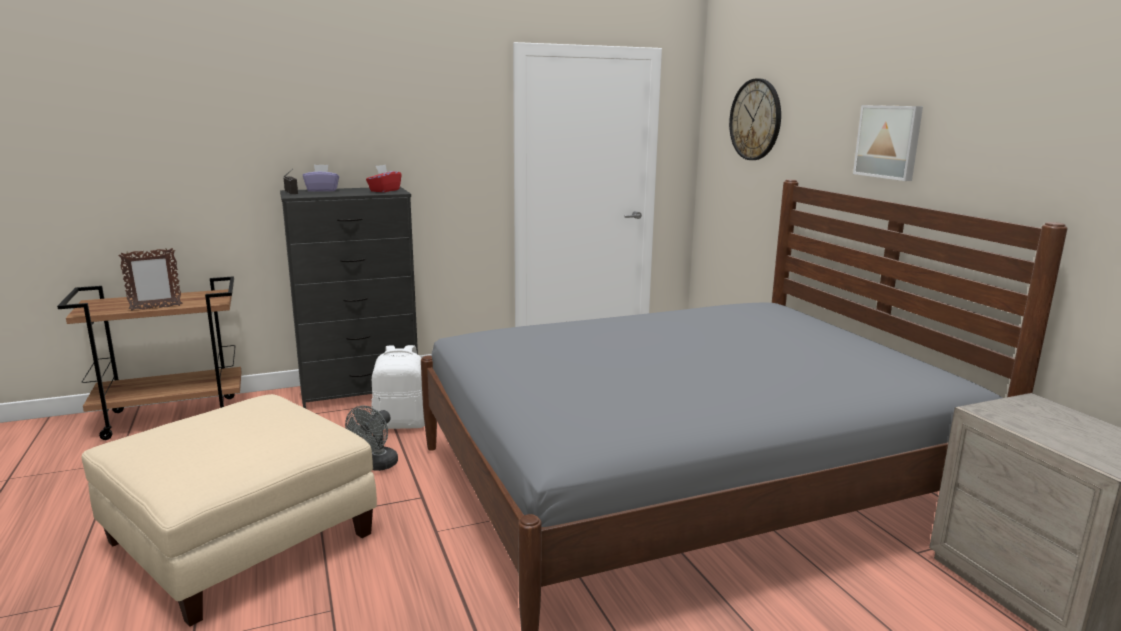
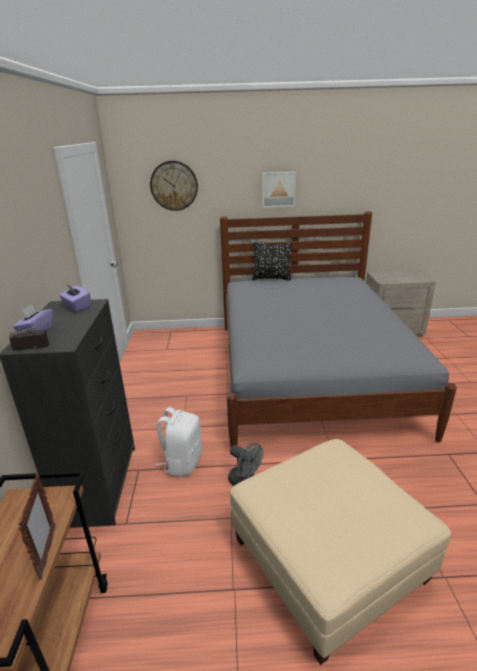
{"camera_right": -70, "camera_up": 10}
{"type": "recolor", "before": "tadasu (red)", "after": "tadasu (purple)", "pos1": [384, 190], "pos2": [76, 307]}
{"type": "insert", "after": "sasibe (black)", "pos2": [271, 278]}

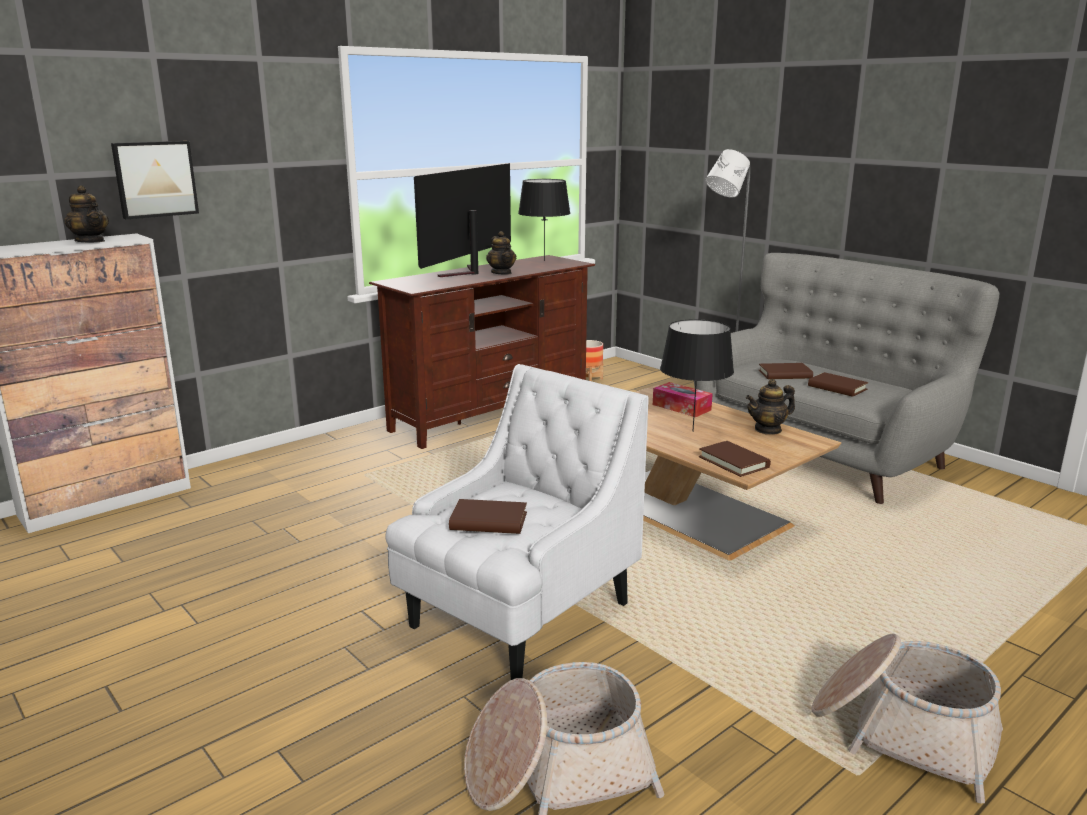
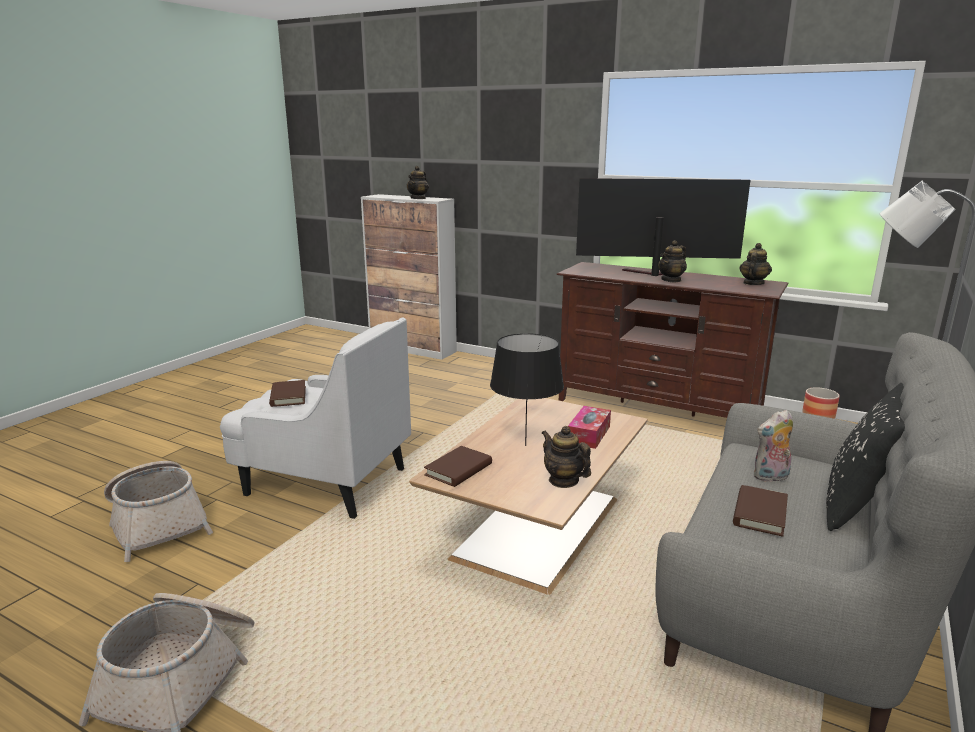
{"camera_right": 70, "camera_up": 0}
{"type": "delete", "before": "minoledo", "pos1": [155, 179]}
{"type": "replace", "before": "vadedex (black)", "after": "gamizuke", "pos1": [544, 260], "pos2": [753, 283]}
{"type": "replace", "before": "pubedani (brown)", "after": "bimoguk", "pos1": [785, 374], "pos2": [771, 477]}
{"type": "insert", "after": "sasibe (black)", "pos2": [857, 505]}

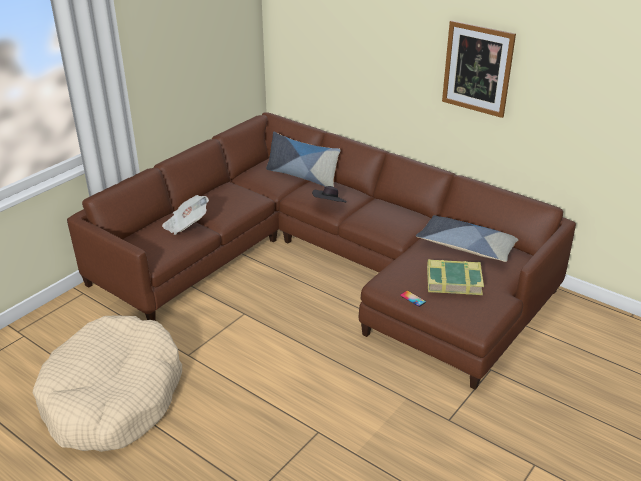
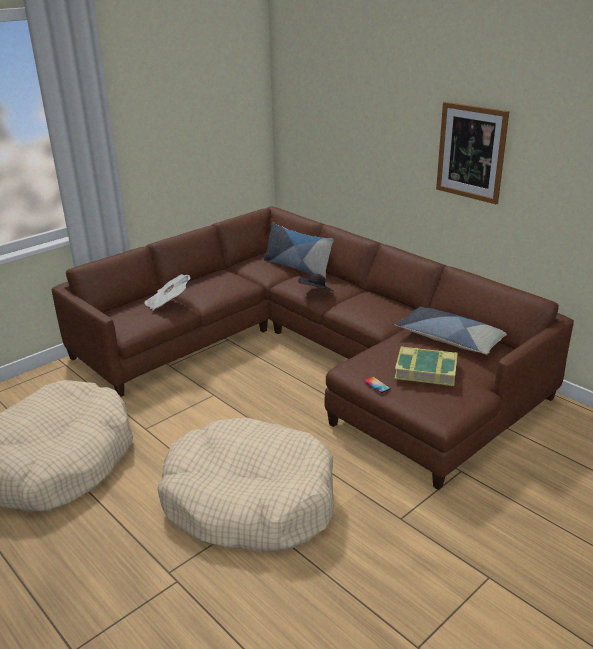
{"camera_right": 10, "camera_up": -5}
{"type": "insert", "after": "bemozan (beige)", "pos2": [249, 500]}

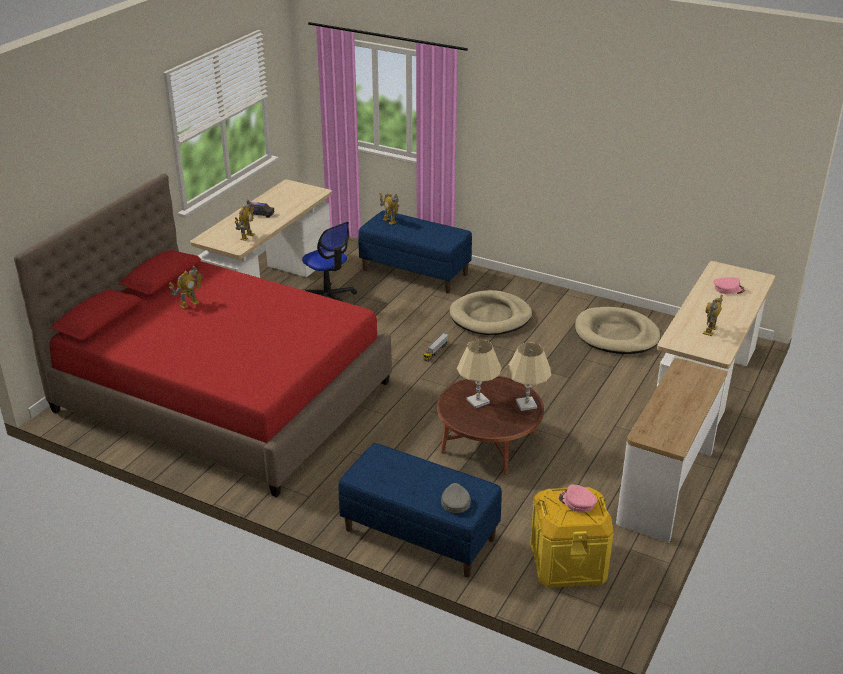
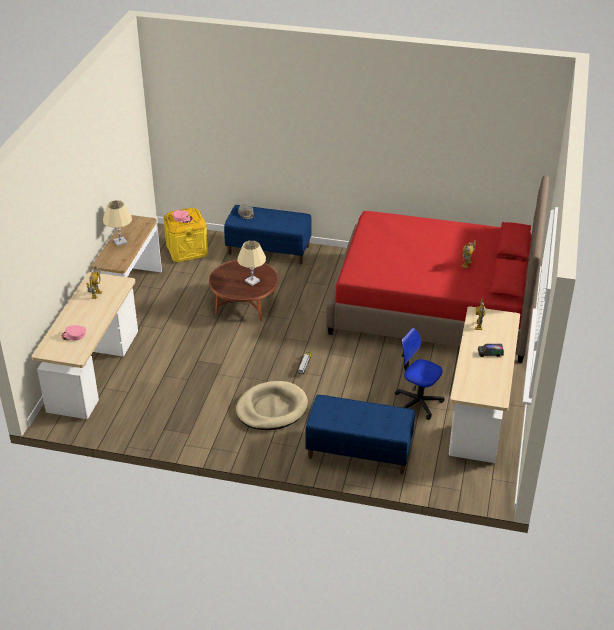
{"camera_right": 165, "camera_up": 5}
{"type": "delete", "before": "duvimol", "pos1": [389, 221]}
{"type": "move", "before": "vadedex (beige)", "pos1": [526, 404], "pos2": [120, 242]}
{"type": "delete", "before": "bemozan (beige)", "pos1": [616, 335]}

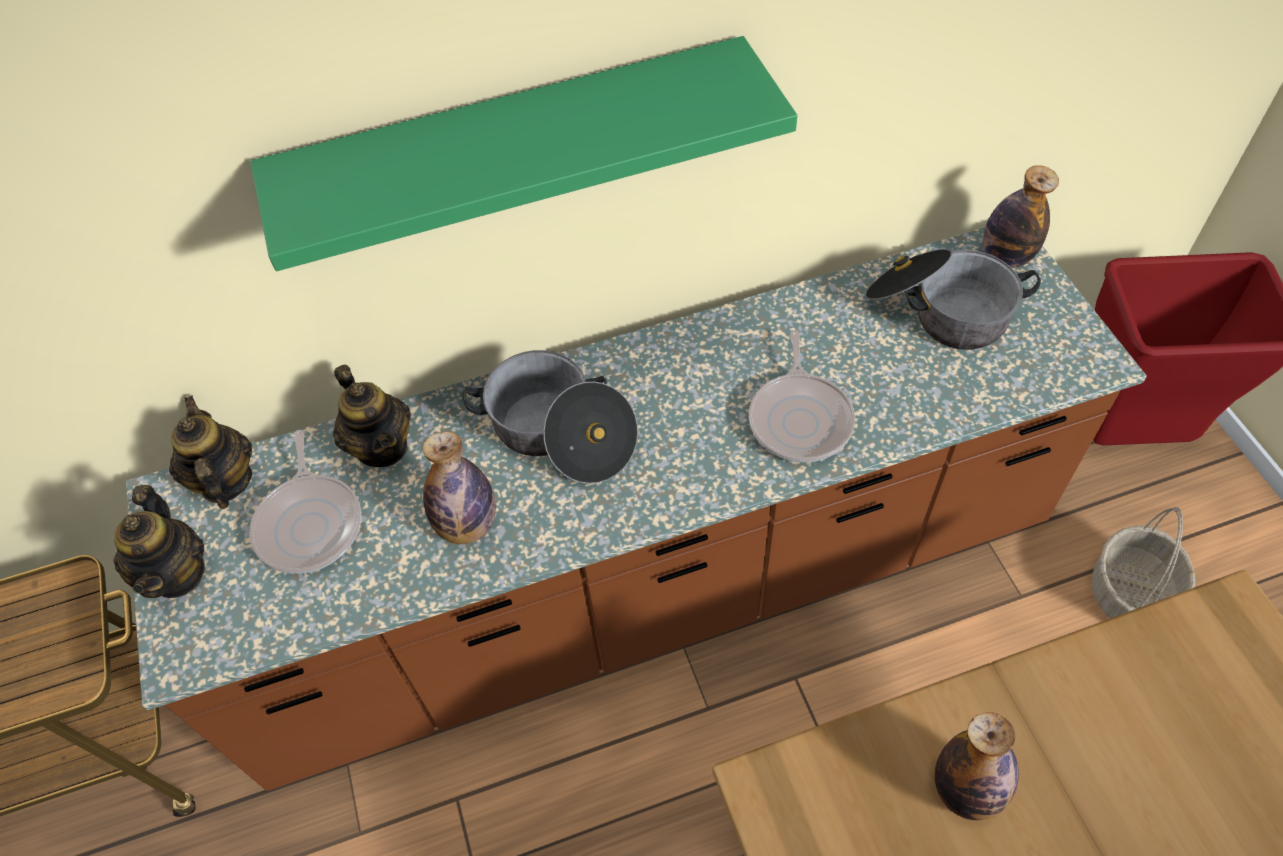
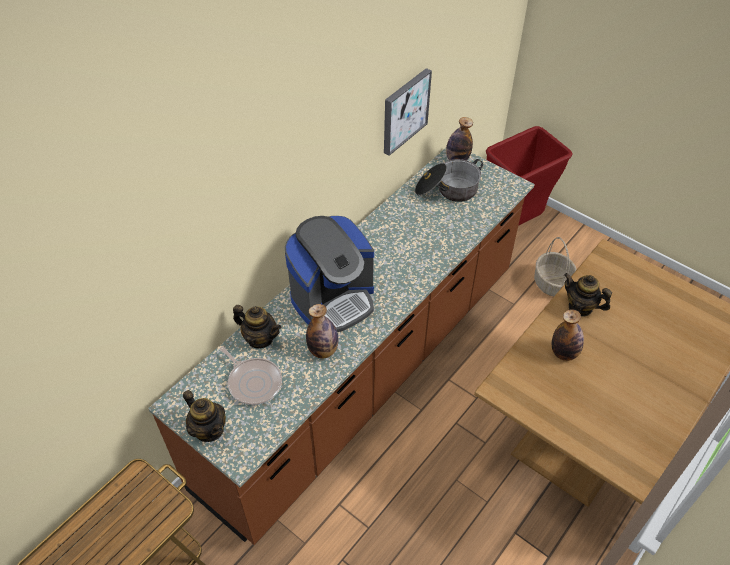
{"camera_right": -35, "camera_up": -5}
{"type": "move", "before": "gamizuke", "pos1": [225, 481], "pos2": [580, 307]}
{"type": "delete", "before": "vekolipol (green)", "pos1": [514, 143]}
{"type": "replace", "before": "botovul", "after": "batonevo", "pos1": [559, 433], "pos2": [333, 299]}
{"type": "delete", "before": "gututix", "pos1": [800, 418]}
{"type": "insert", "after": "minoledo", "pos2": [404, 111]}

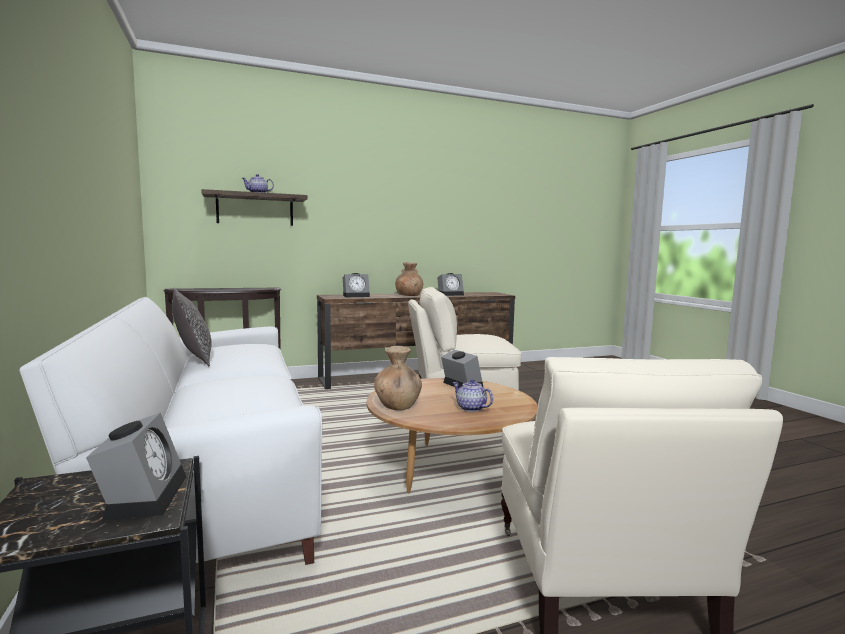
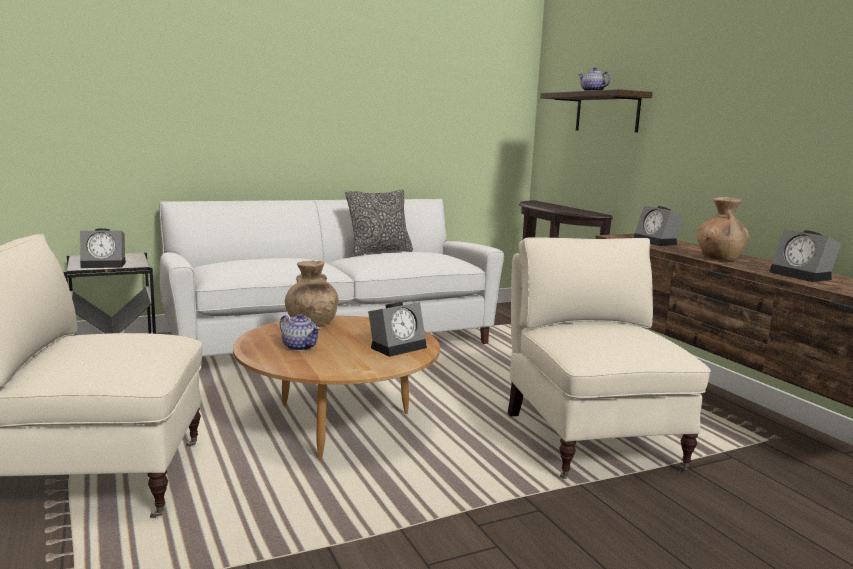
{"camera_right": 85, "camera_up": 5}
{"type": "rotate", "before": "gamizuke", "pos1": [470, 408], "pos2": [300, 347], "turn": 90}

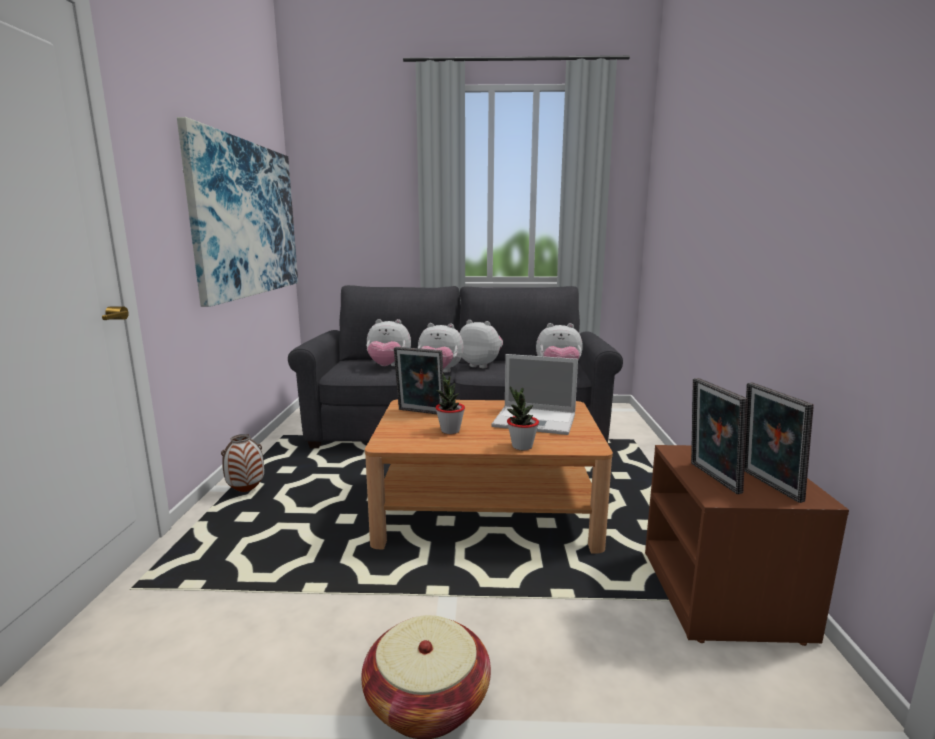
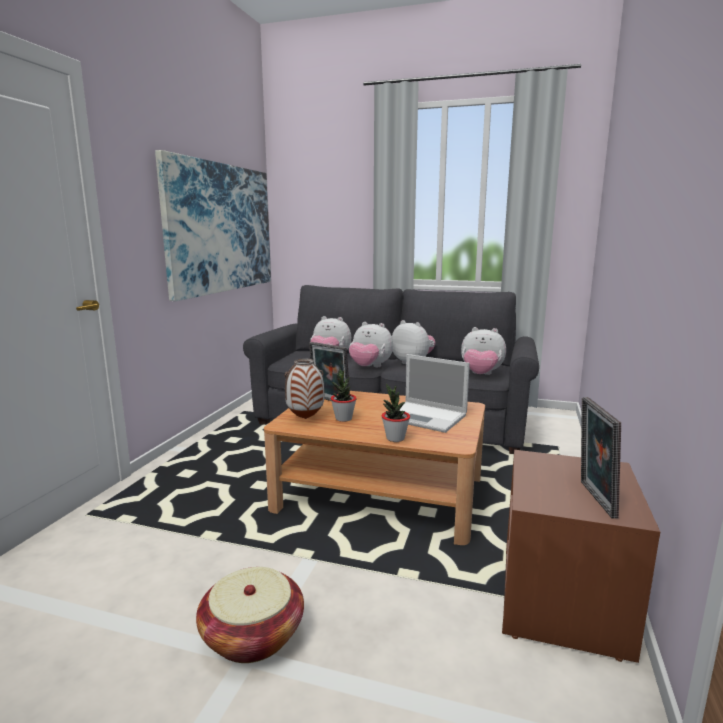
{"camera_right": 15, "camera_up": 0}
{"type": "move", "before": "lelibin", "pos1": [247, 491], "pos2": [305, 418]}
{"type": "delete", "before": "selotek", "pos1": [711, 478]}

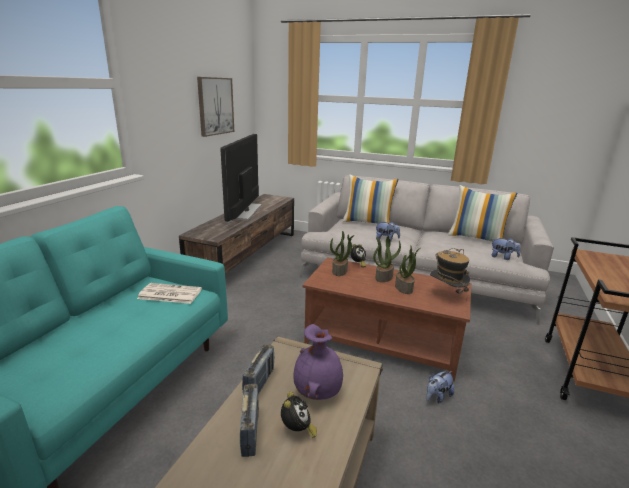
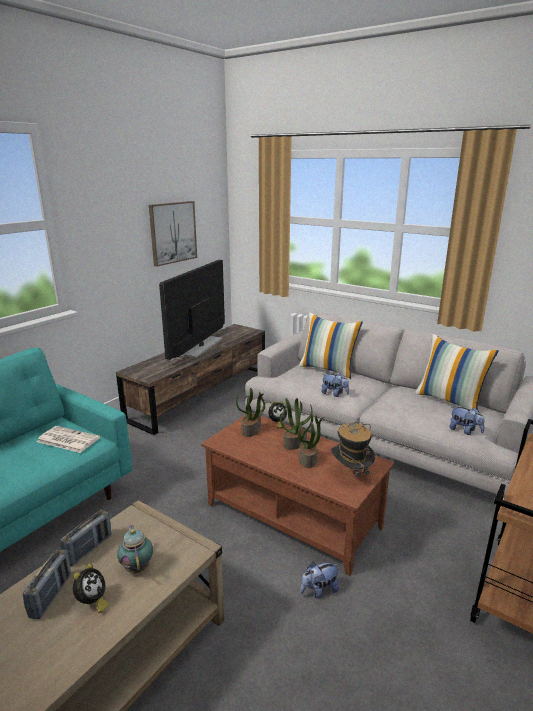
{"camera_right": 15, "camera_up": 0}
{"type": "replace", "before": "lelibin (purple)", "after": "gamizuke", "pos1": [318, 392], "pos2": [137, 566]}

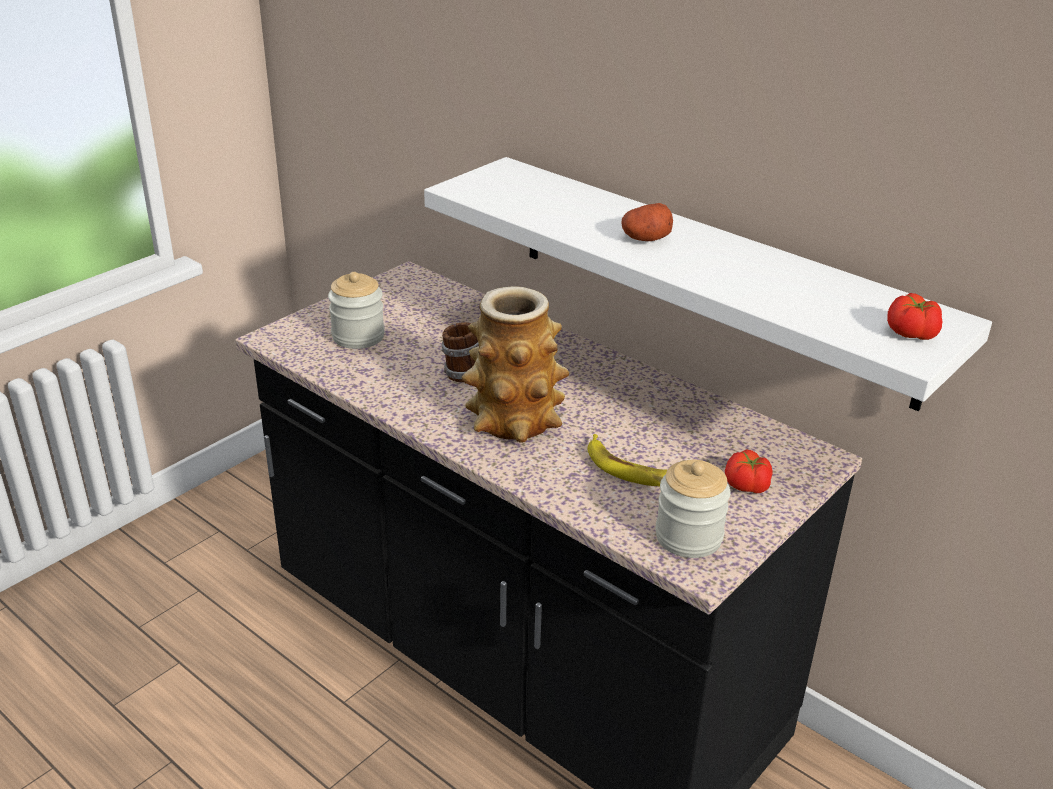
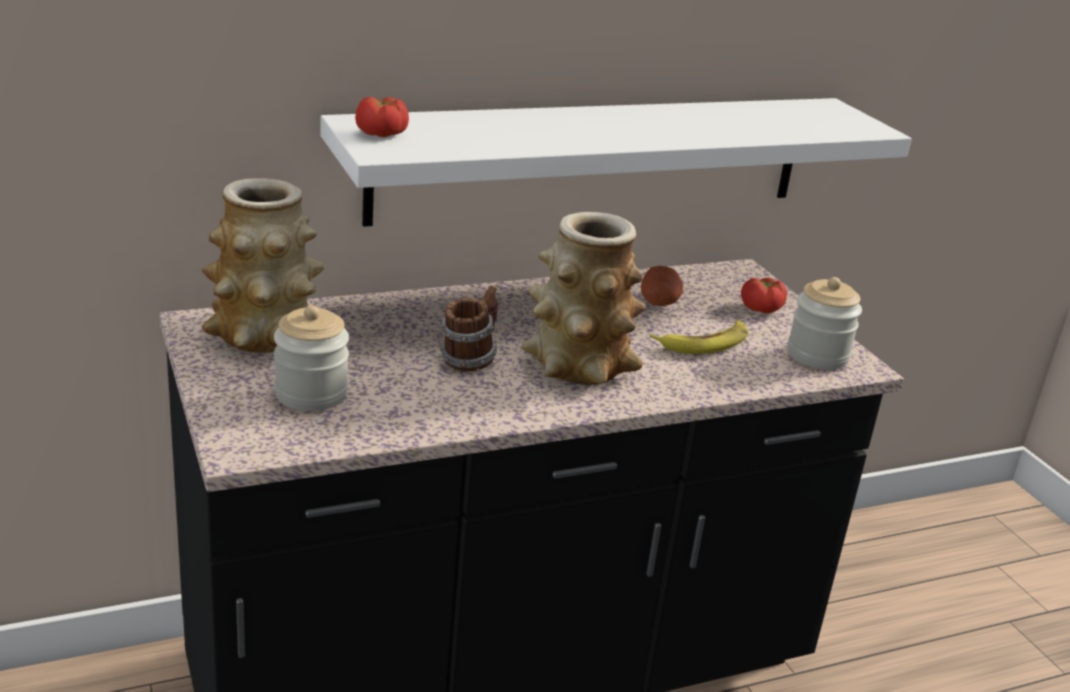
{"camera_right": -65, "camera_up": -5}
{"type": "move", "before": "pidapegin", "pos1": [646, 239], "pos2": [659, 302]}
{"type": "move", "before": "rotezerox", "pos1": [910, 333], "pos2": [381, 134]}
{"type": "insert", "after": "lelibin", "pos2": [264, 335]}

